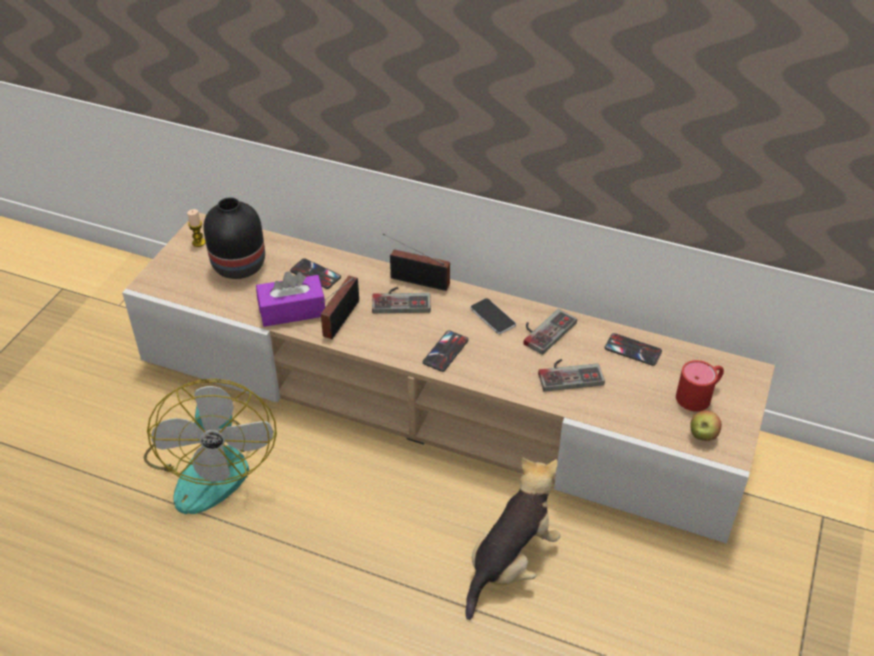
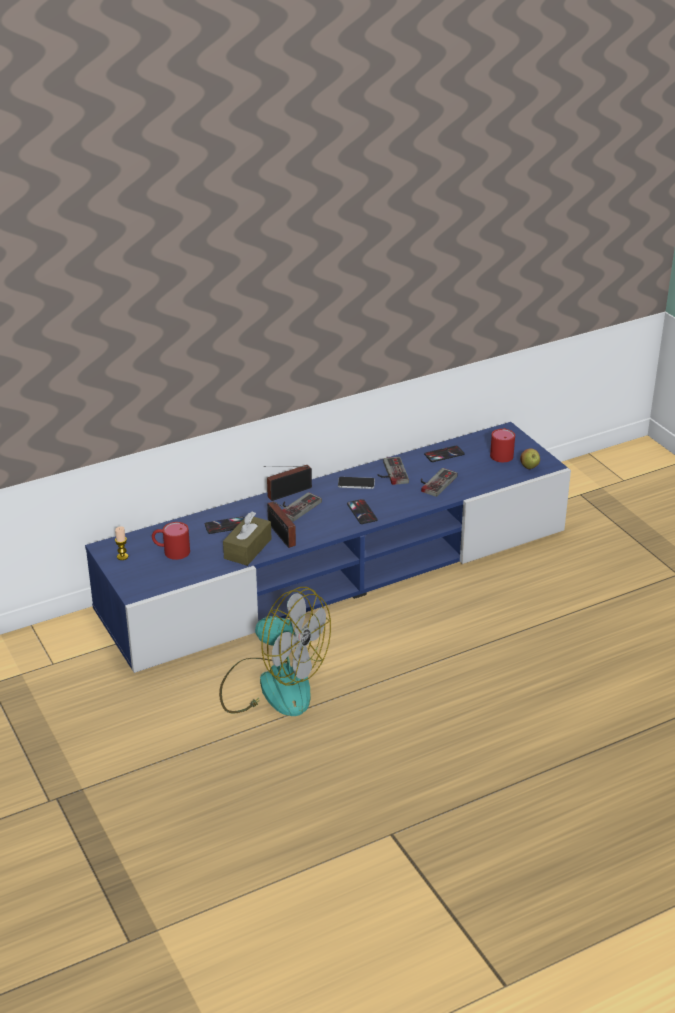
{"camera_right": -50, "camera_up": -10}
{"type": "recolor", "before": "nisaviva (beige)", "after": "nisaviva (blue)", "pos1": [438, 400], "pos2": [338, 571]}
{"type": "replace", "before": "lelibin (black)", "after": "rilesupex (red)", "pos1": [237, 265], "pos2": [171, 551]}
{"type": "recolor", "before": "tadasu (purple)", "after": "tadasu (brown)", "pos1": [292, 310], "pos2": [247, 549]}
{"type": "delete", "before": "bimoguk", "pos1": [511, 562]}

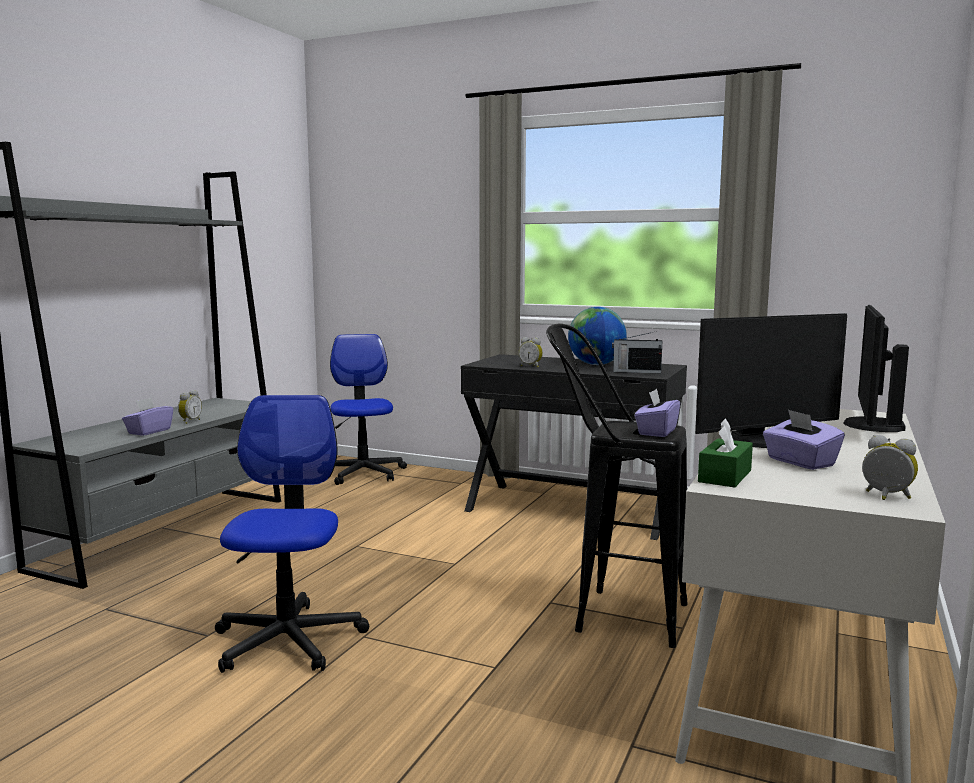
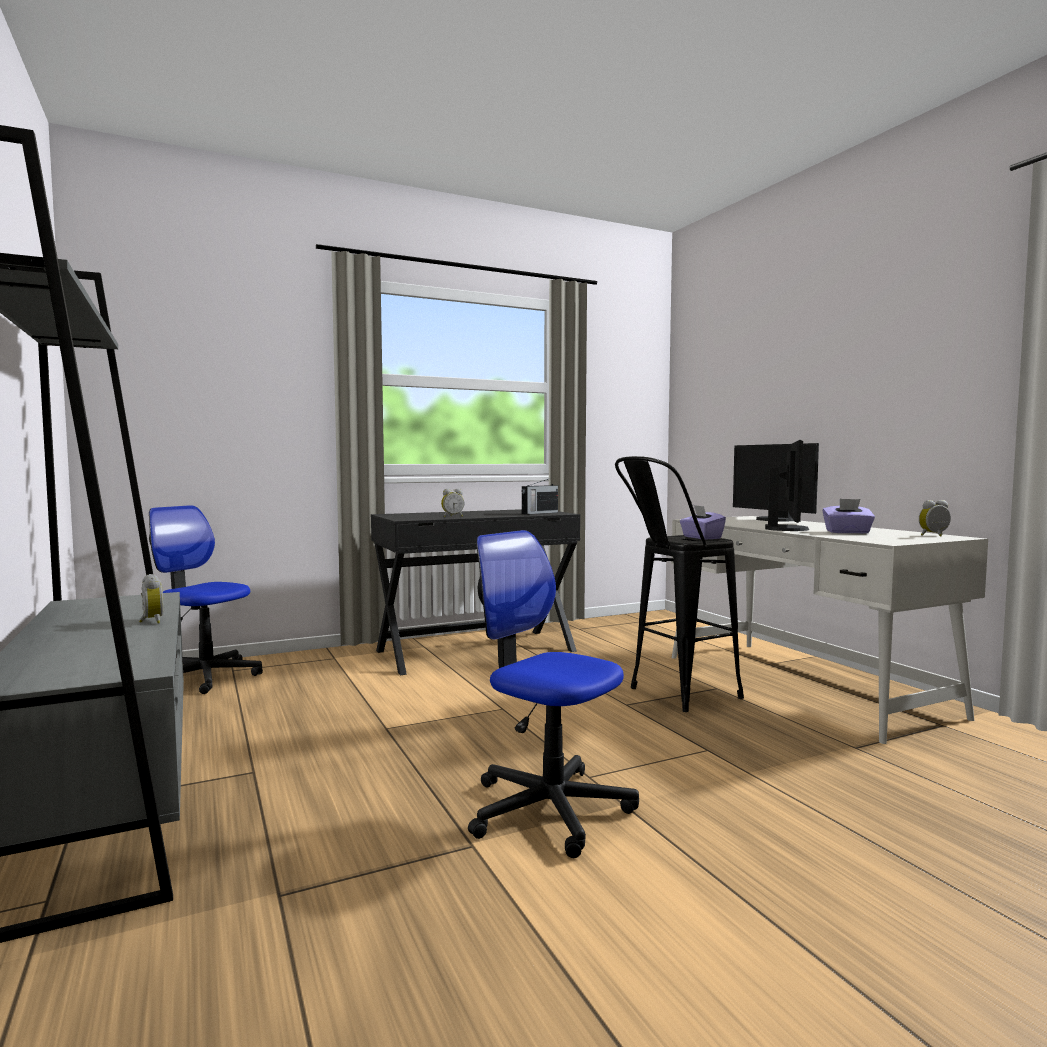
{"camera_right": -50, "camera_up": -5}
{"type": "delete", "before": "tadasu (purple)", "pos1": [149, 431]}
{"type": "delete", "before": "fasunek", "pos1": [596, 364]}
{"type": "delete", "before": "tadasu (green)", "pos1": [725, 476]}

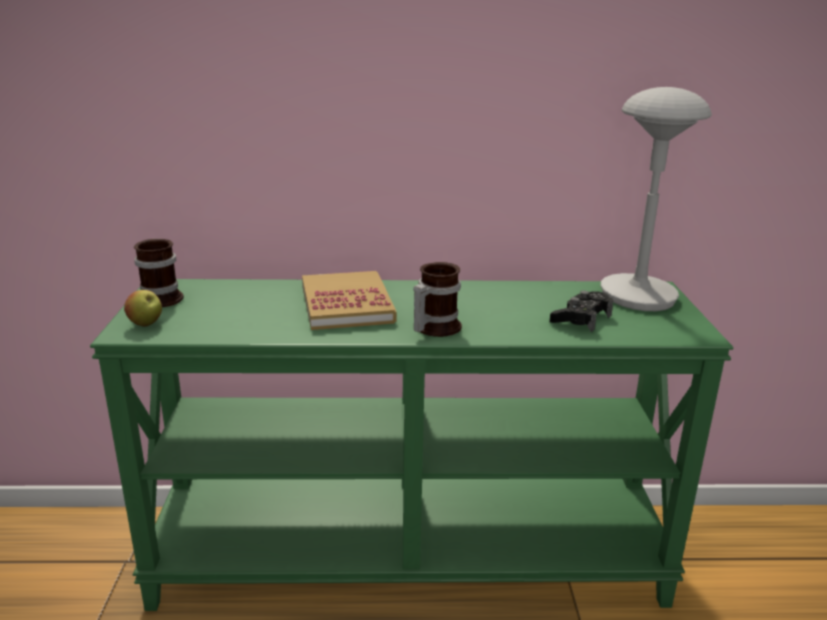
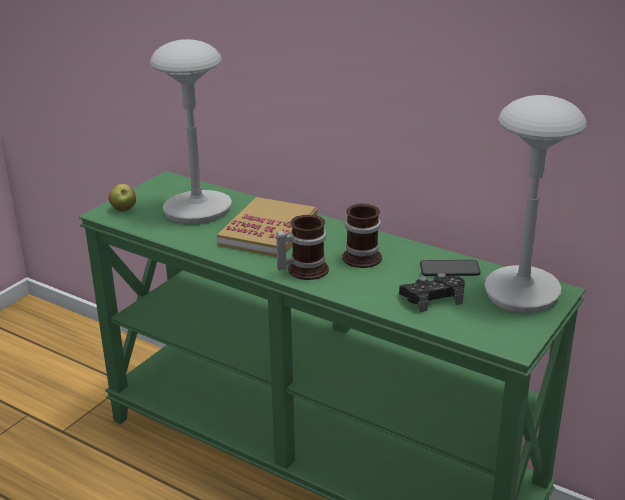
{"camera_right": 35, "camera_up": 5}
{"type": "move", "before": "rilesupex", "pos1": [162, 297], "pos2": [364, 256]}
{"type": "insert", "after": "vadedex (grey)", "pos2": [197, 210]}
{"type": "insert", "after": "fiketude", "pos2": [449, 269]}

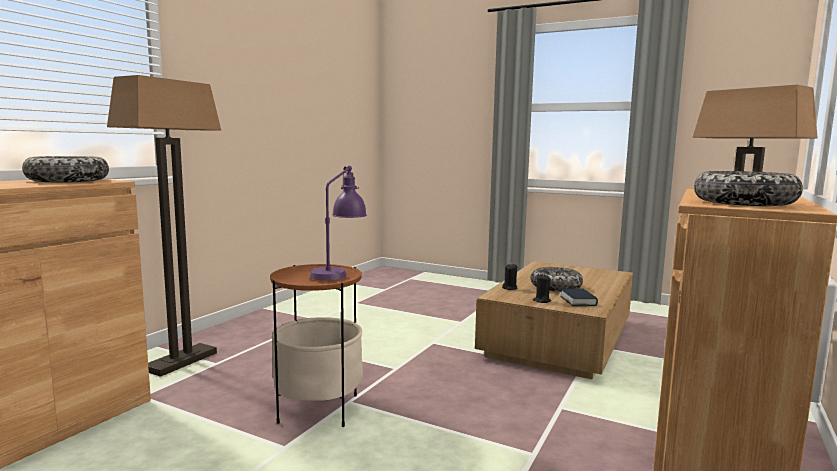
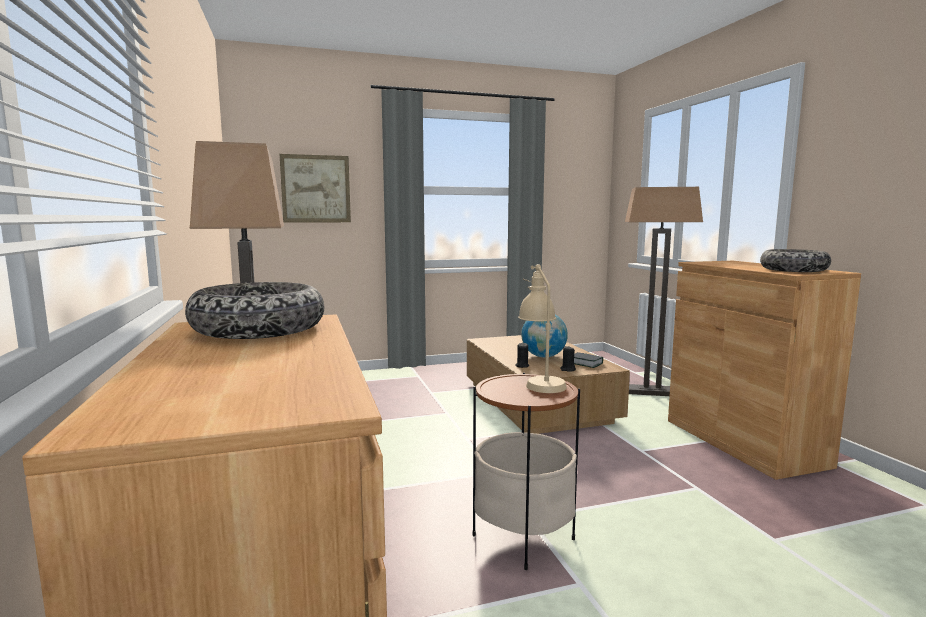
{"camera_right": -45, "camera_up": 0}
{"type": "recolor", "before": "vadedex (purple)", "after": "vadedex (beige)", "pos1": [339, 272], "pos2": [539, 381]}
{"type": "replace", "before": "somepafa", "after": "fasunek", "pos1": [555, 287], "pos2": [543, 356]}
{"type": "insert", "after": "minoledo", "pos2": [316, 189]}

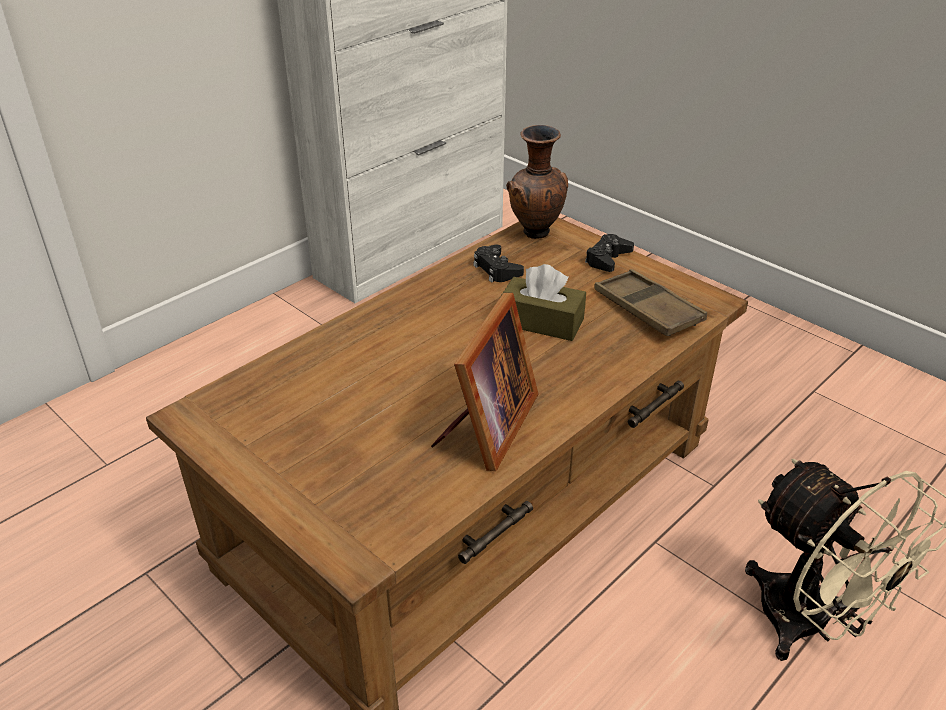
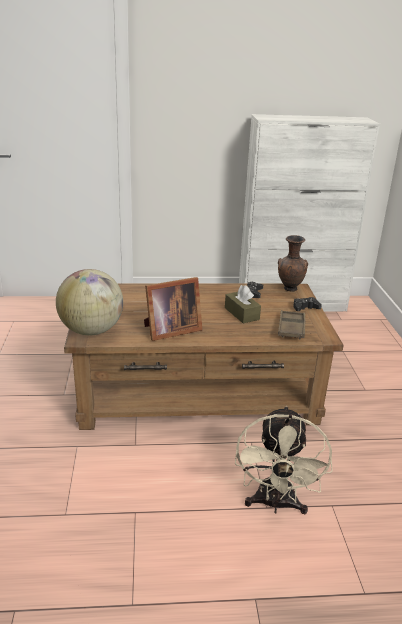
{"camera_right": 40, "camera_up": -10}
{"type": "insert", "after": "fasunek", "pos2": [91, 331]}

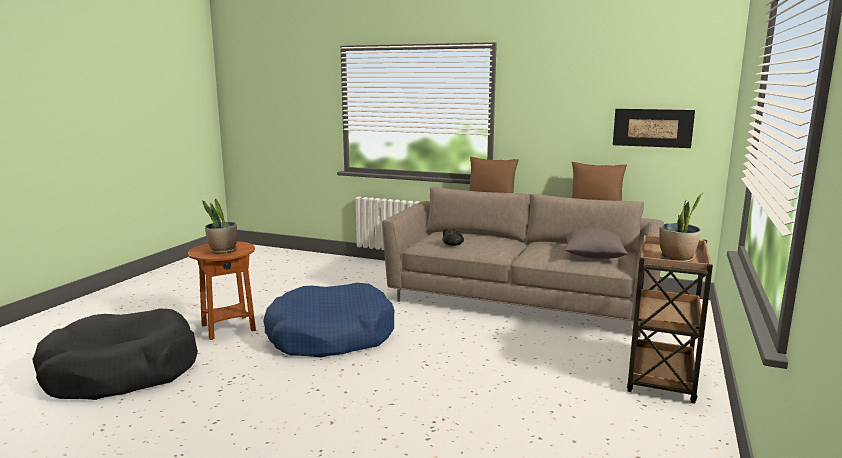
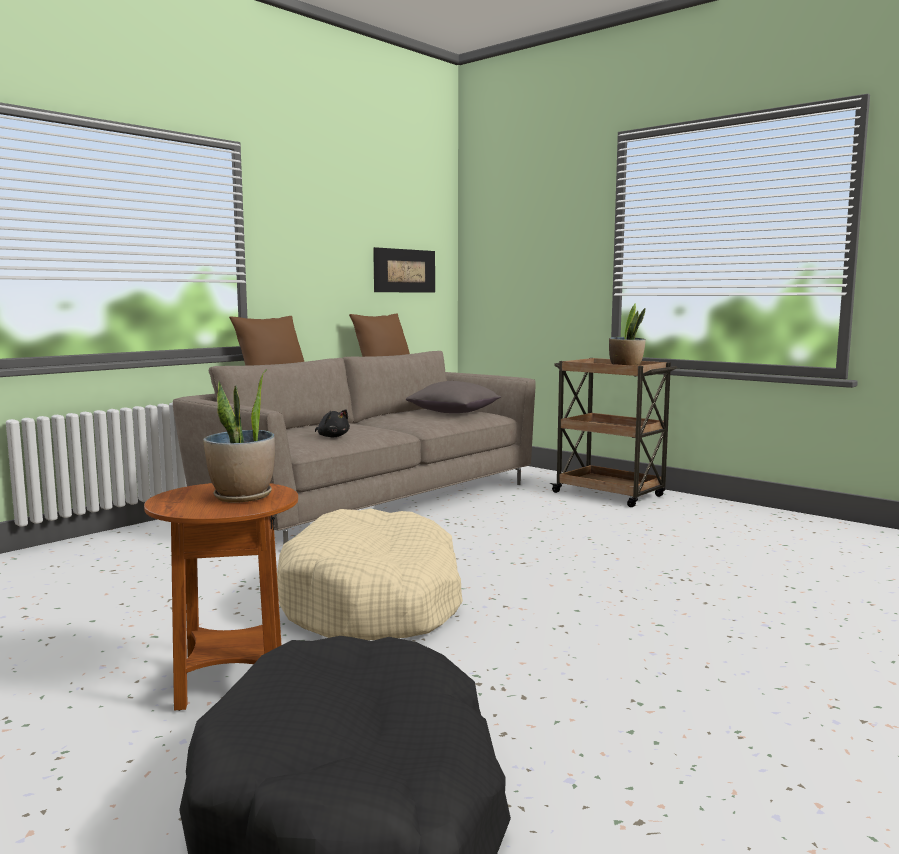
{"camera_right": -70, "camera_up": -5}
{"type": "recolor", "before": "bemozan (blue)", "after": "bemozan (beige)", "pos1": [330, 336], "pos2": [373, 602]}

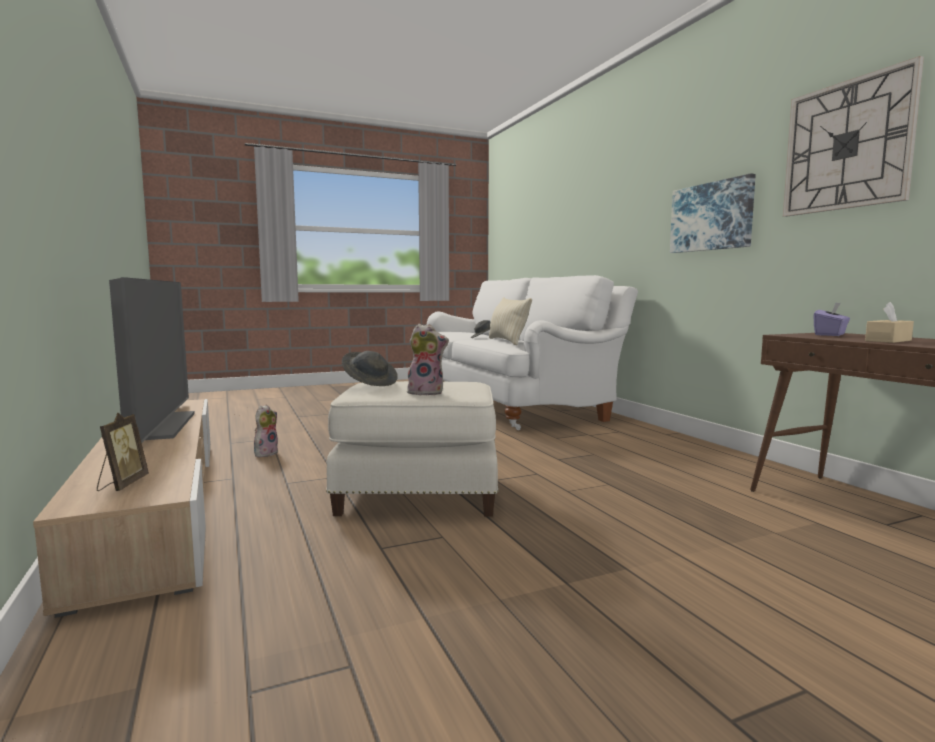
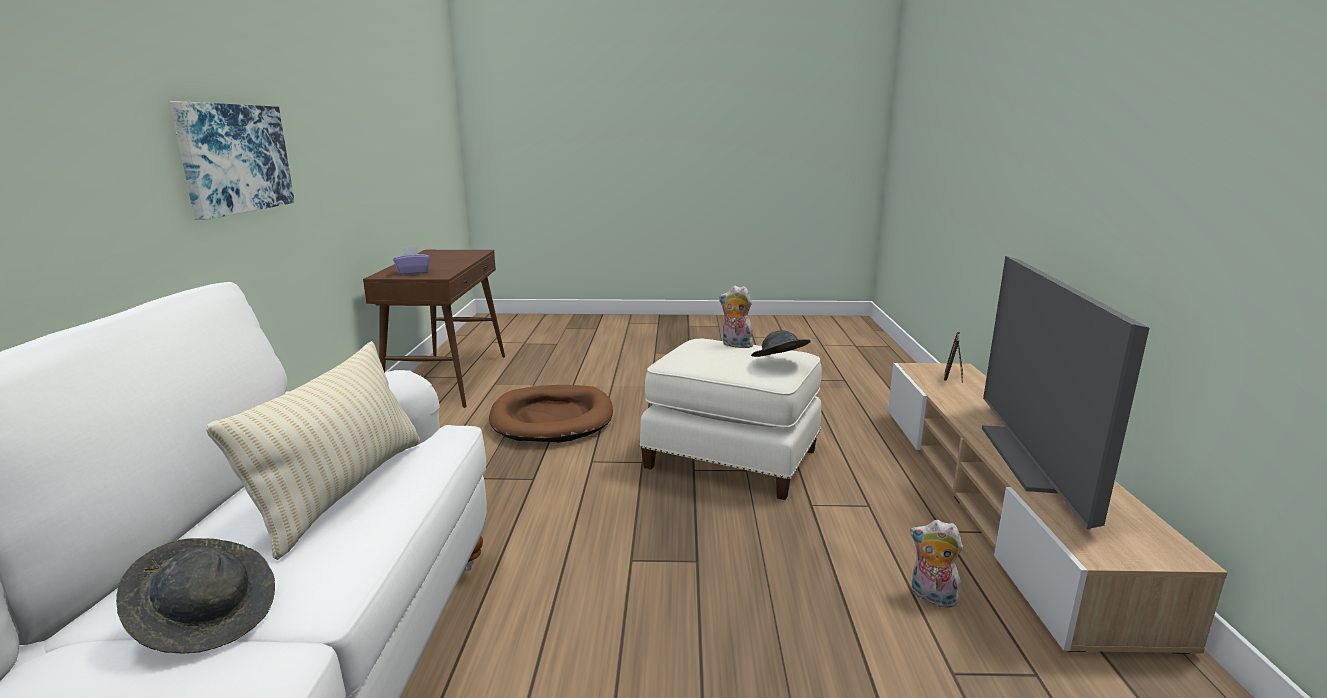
{"camera_right": -155, "camera_up": 10}
{"type": "rotate", "before": "bimoguk", "pos1": [266, 453], "pos2": [931, 597], "turn": 75}
{"type": "delete", "before": "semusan", "pos1": [847, 145]}
{"type": "delete", "before": "tadasu (beige)", "pos1": [888, 340]}
{"type": "insert", "after": "bemozan (brown)", "pos2": [552, 418]}

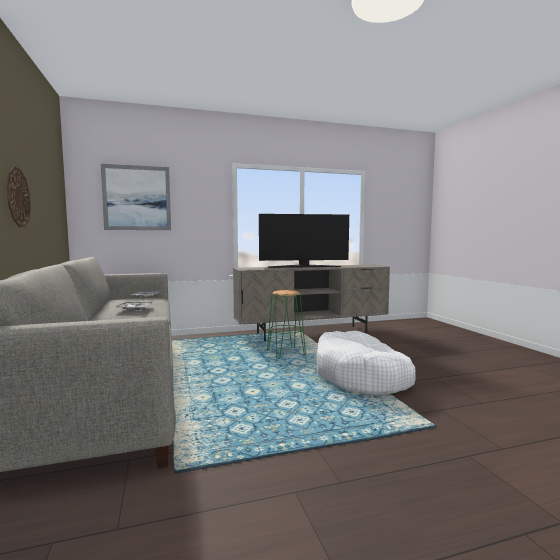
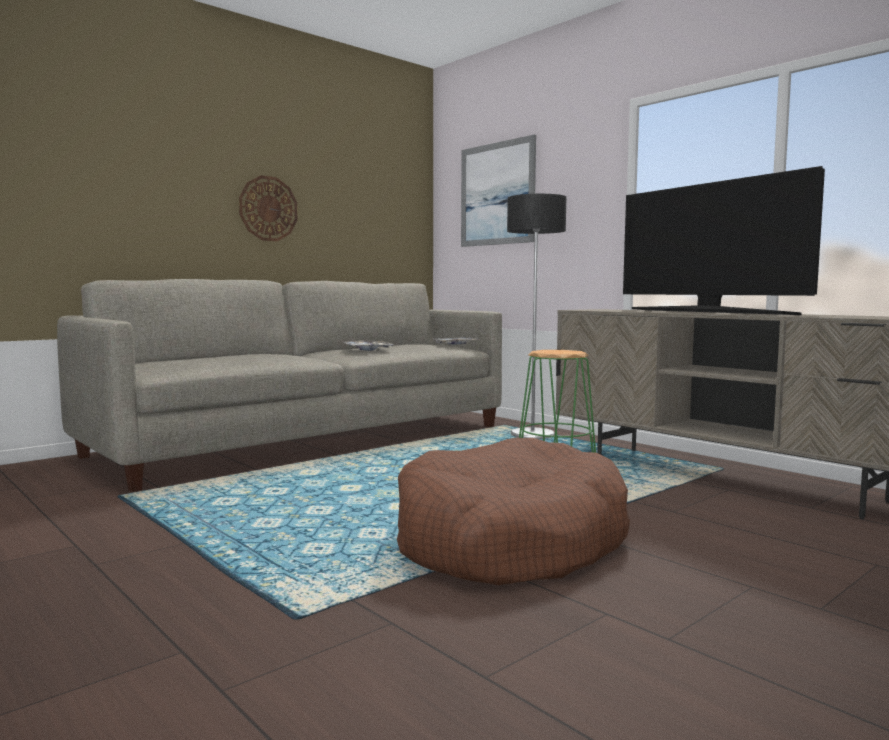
{"camera_right": 65, "camera_up": 0}
{"type": "recolor", "before": "bemozan (white)", "after": "bemozan (brown)", "pos1": [361, 376], "pos2": [509, 541]}
{"type": "insert", "after": "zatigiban", "pos2": [532, 435]}

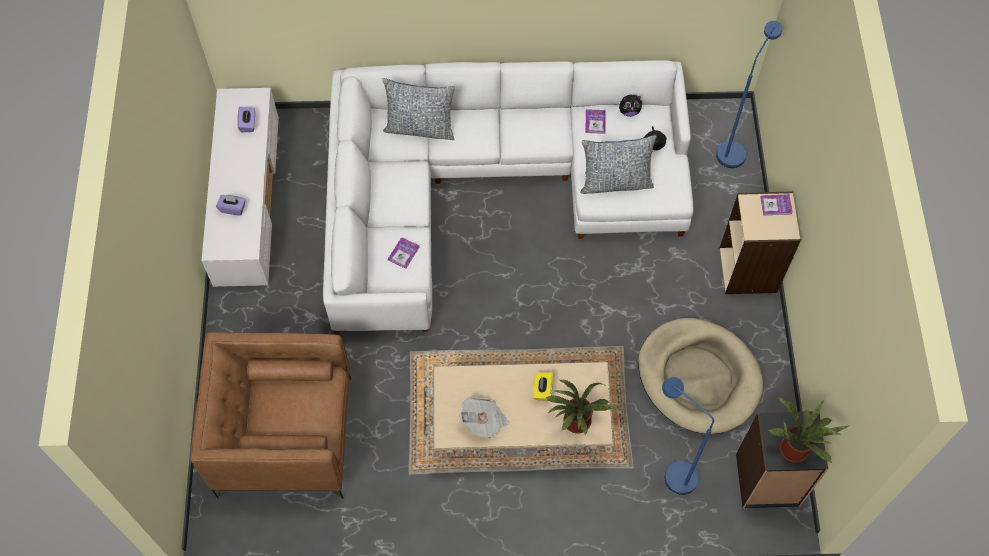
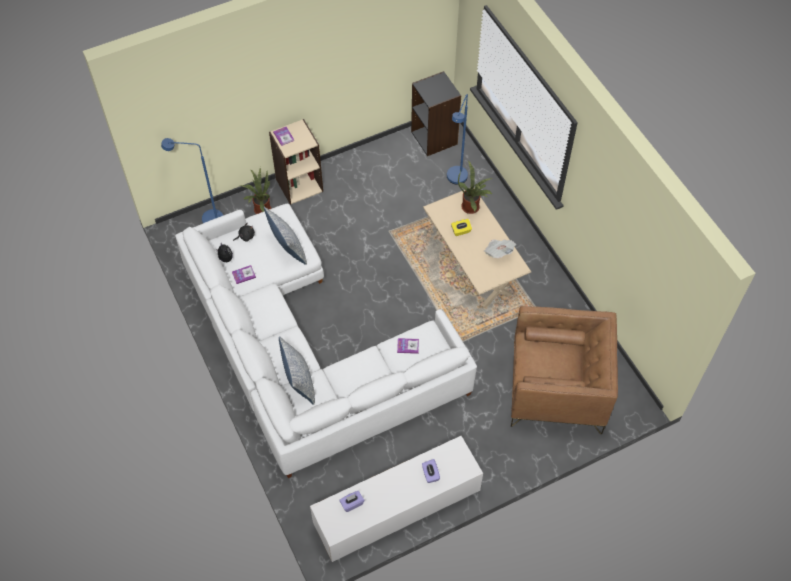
{"camera_right": -115, "camera_up": -5}
{"type": "rotate", "before": "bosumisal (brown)", "pos1": [285, 437], "pos2": [557, 389], "turn": -60}
{"type": "delete", "before": "bemozan (beige)", "pos1": [698, 377]}
{"type": "move", "before": "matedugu", "pos1": [796, 447], "pos2": [261, 209]}

